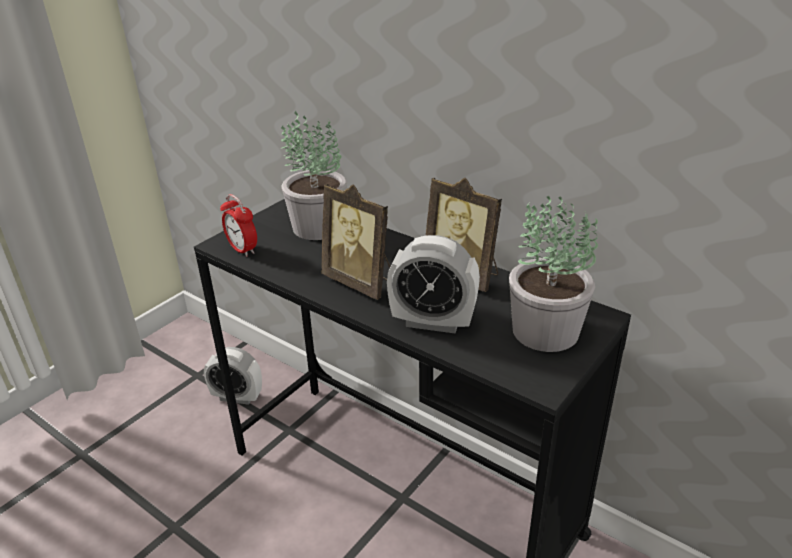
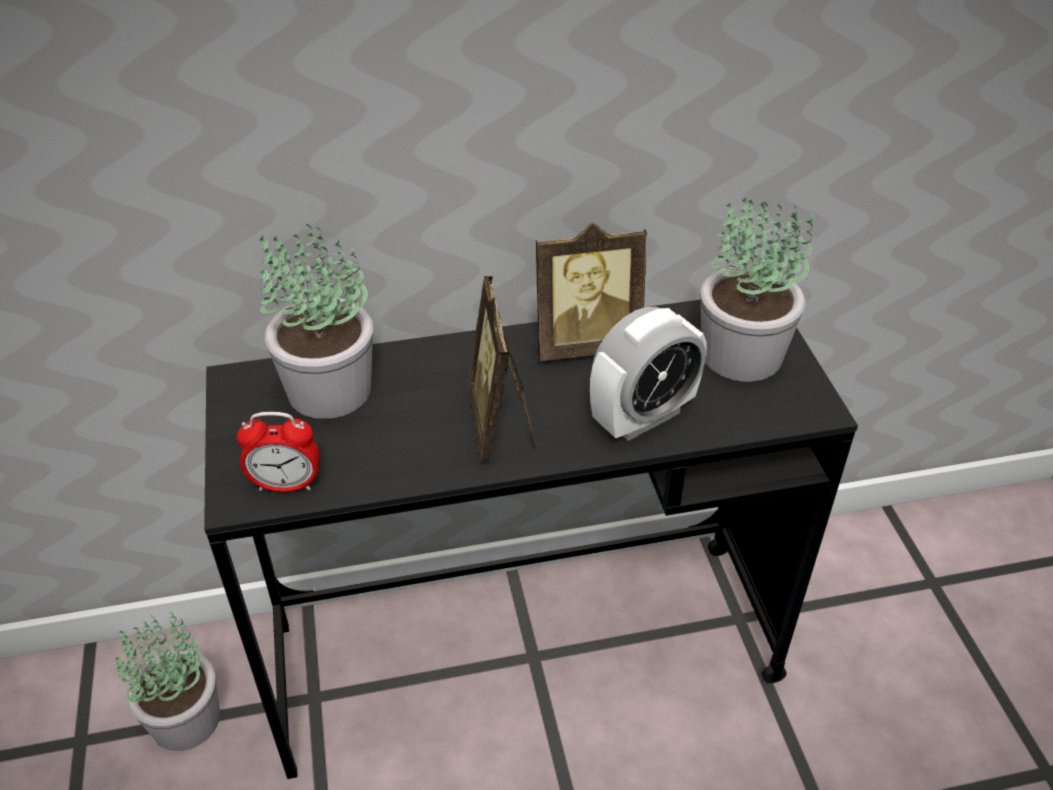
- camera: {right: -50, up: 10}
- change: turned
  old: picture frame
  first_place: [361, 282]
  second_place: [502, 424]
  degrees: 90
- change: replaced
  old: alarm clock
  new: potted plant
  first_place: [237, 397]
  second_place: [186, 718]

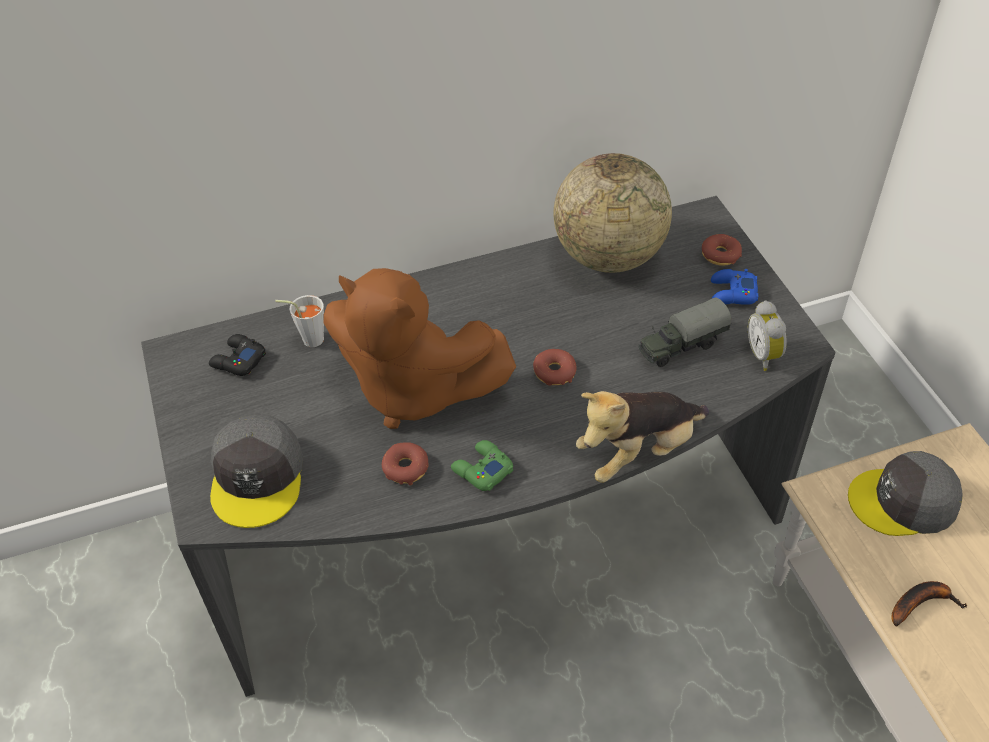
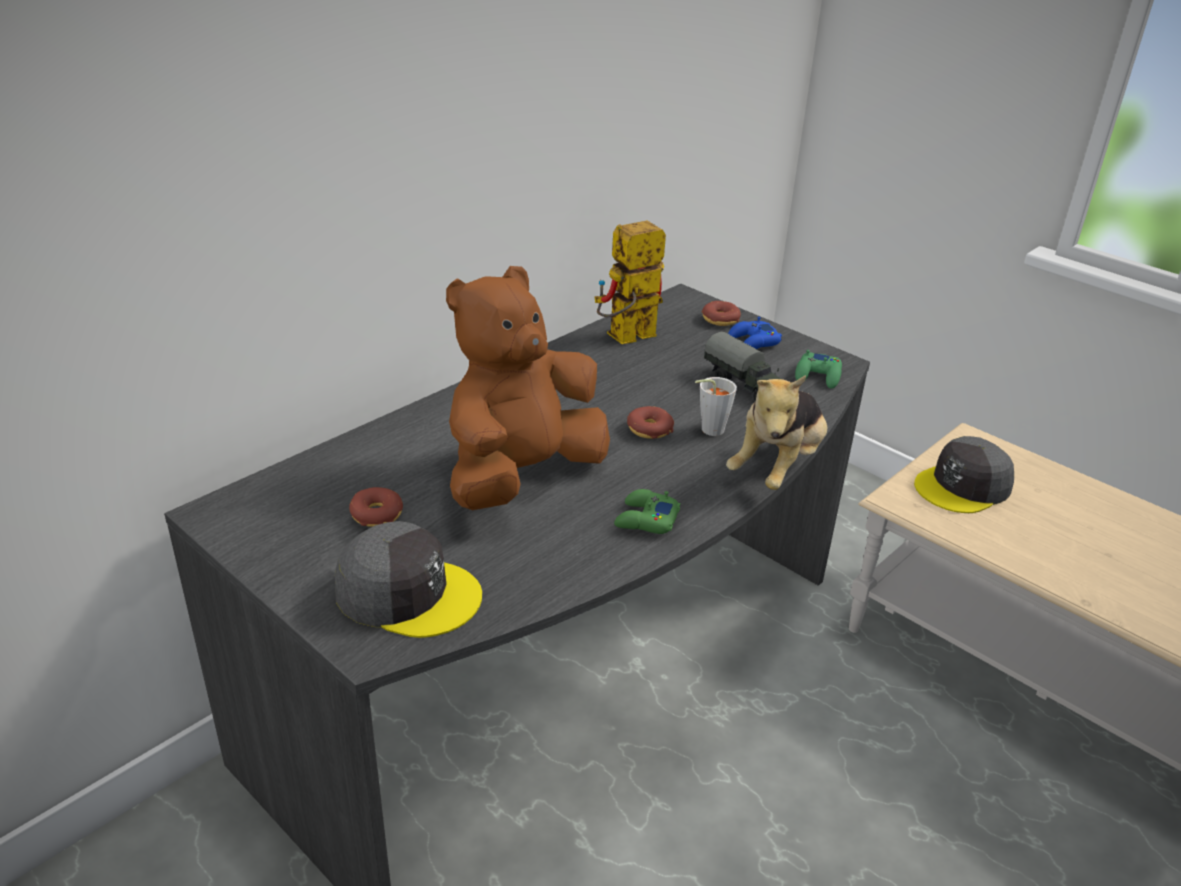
- camera: {right: -30, up: -15}
- change: replaced
  old: globe
  new: toy robot
  first_place: [608, 256]
  second_place: [625, 339]
- change: turned
  old: brown plush toy
  first_place: [413, 389]
  second_place: [521, 475]
  degrees: 135
- change: moved
  old: grey cup
  first_place: [308, 339]
  second_place: [707, 430]
- change: turned
  old: toy truck
  first_place: [681, 346]
  second_place: [744, 385]
  degrees: -75
- change: replaced
  old: alarm clock
  new: green game controller
  first_place: [764, 355]
  second_place: [818, 376]
- change: removed
  old: black game controller
  first_place: [238, 360]
- change: turned
  old: grey cap
  first_place: [258, 477]
  second_place: [408, 593]
  degrees: -45
- change: moved
  old: donut
  first_place: [406, 468]
  second_place: [376, 514]
- change: removed
  old: banana
  first_place: [921, 603]

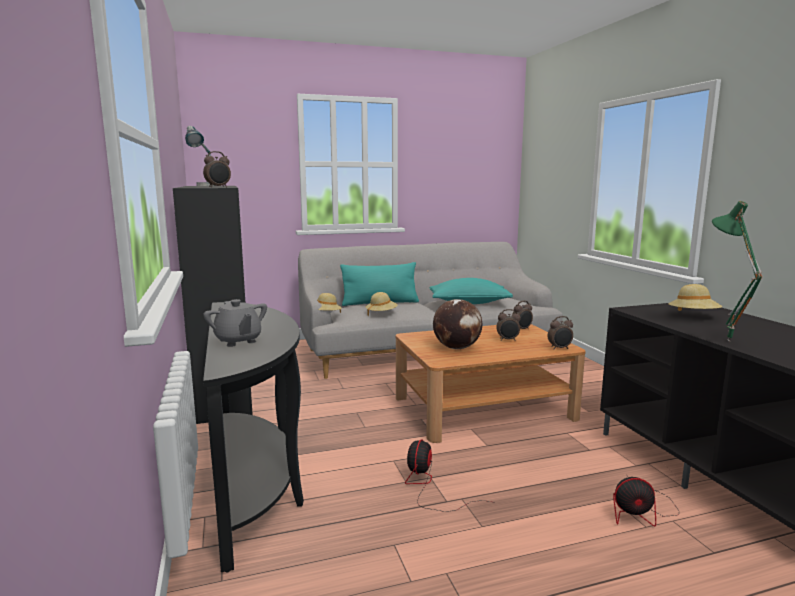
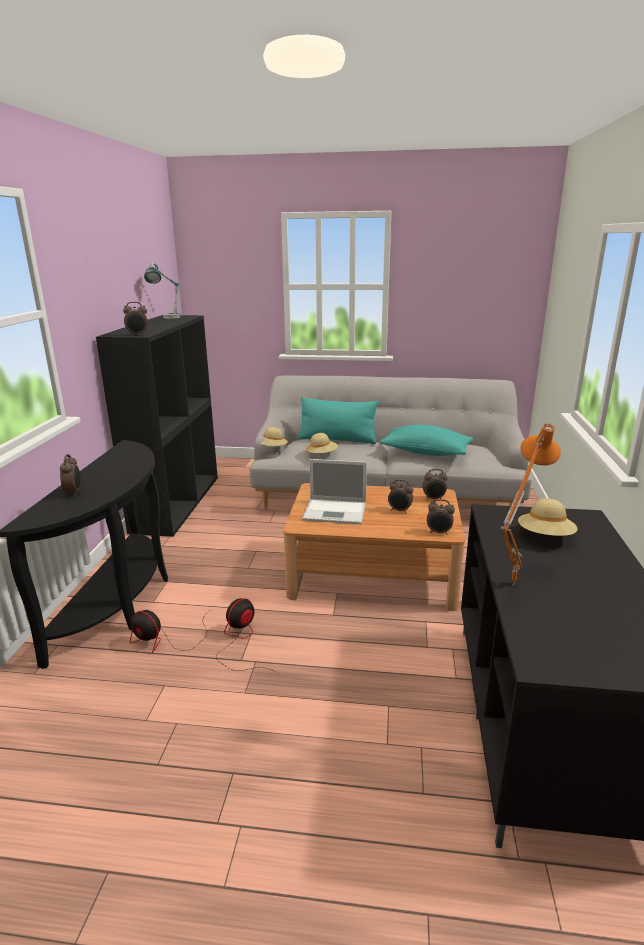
- camera: {right: 25, up: 10}
- change: recoloured
  old: green table lamp
  new: orange table lamp
  first_place: [725, 341]
  second_place: [510, 582]
- change: replaced
  old: grey teapot
  new: alarm clock
  first_place: [238, 341]
  second_place: [74, 492]
- change: replaced
  old: globe
  new: laptop
  first_place: [457, 348]
  second_place: [336, 511]
- change: moved
  old: fan
  first_place: [640, 511]
  second_place: [165, 640]

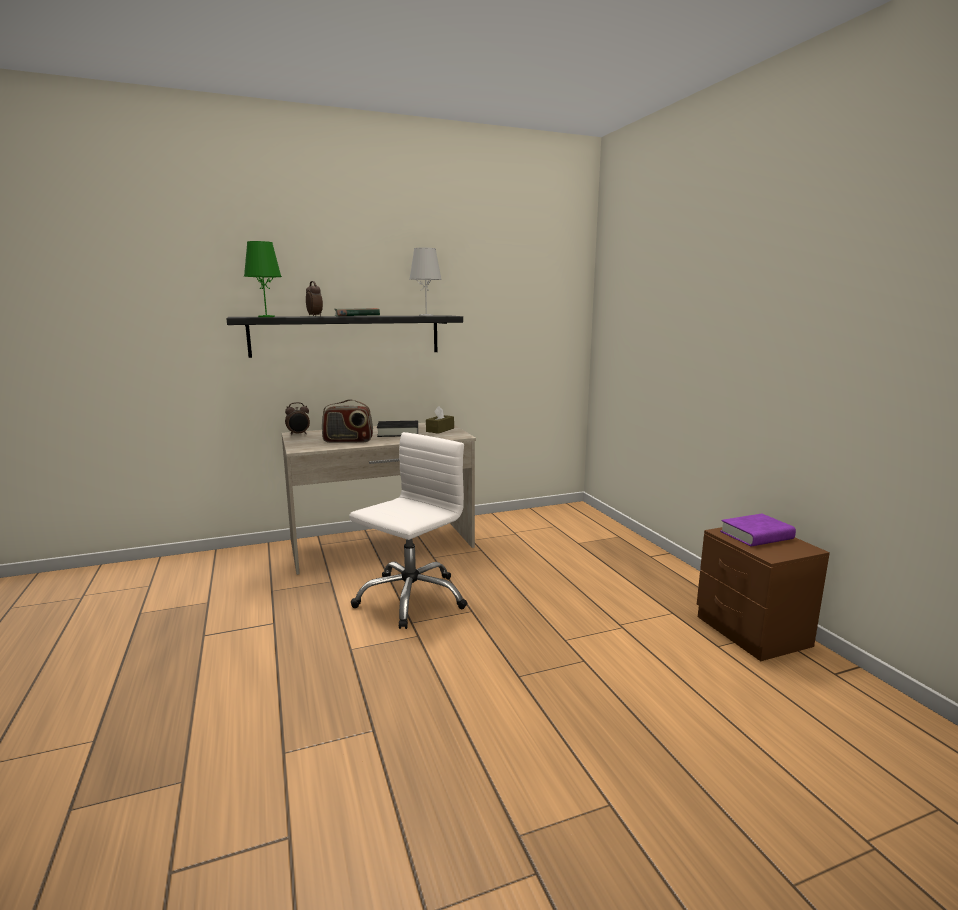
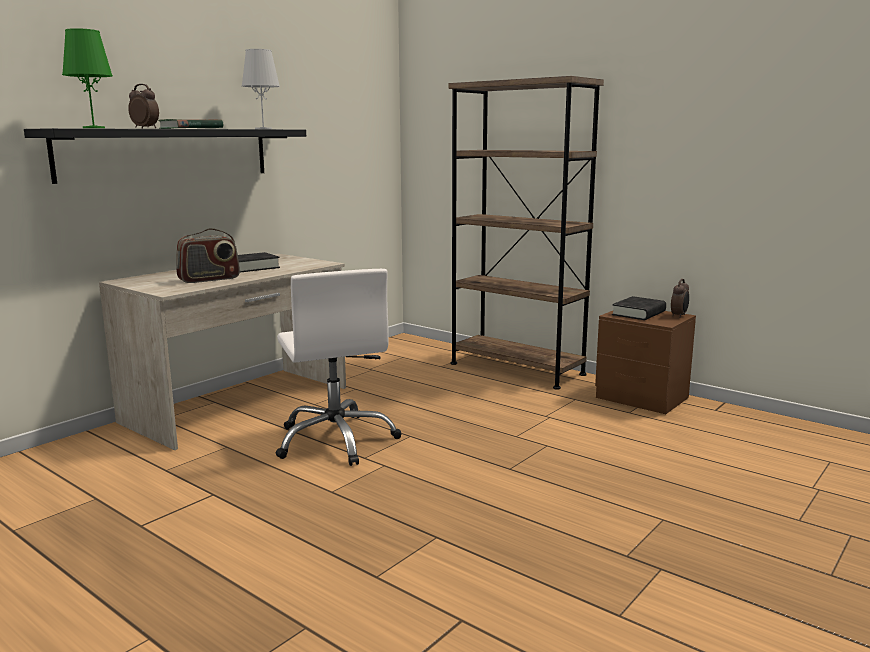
- camera: {right: -30, up: 0}
- change: moved
  old: alarm clock
  first_place: [298, 434]
  second_place: [679, 316]
- change: removed
  old: brown tissue box
  first_place: [440, 430]
- change: turned
  old: white office chair
  first_place: [410, 598]
  second_place: [336, 440]
  degrees: 150
- change: recoloured
  old: purple book
  new: black book
  first_place: [756, 535]
  second_place: [638, 313]
- change: added
  new: brown bookcase
  second_place: [516, 369]

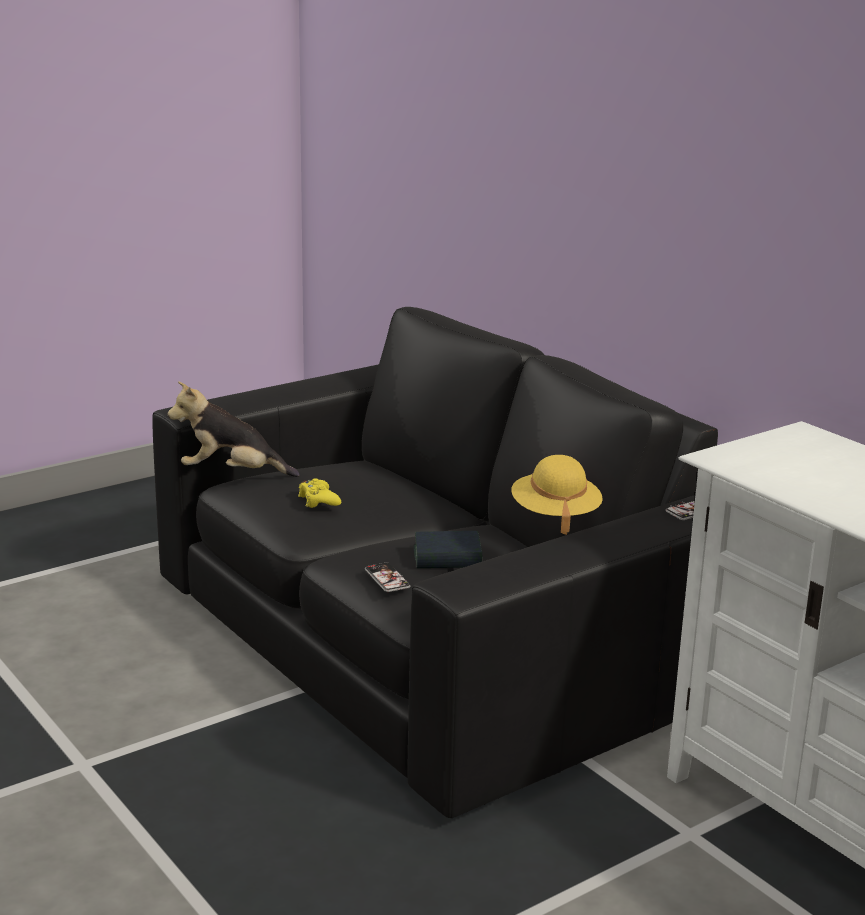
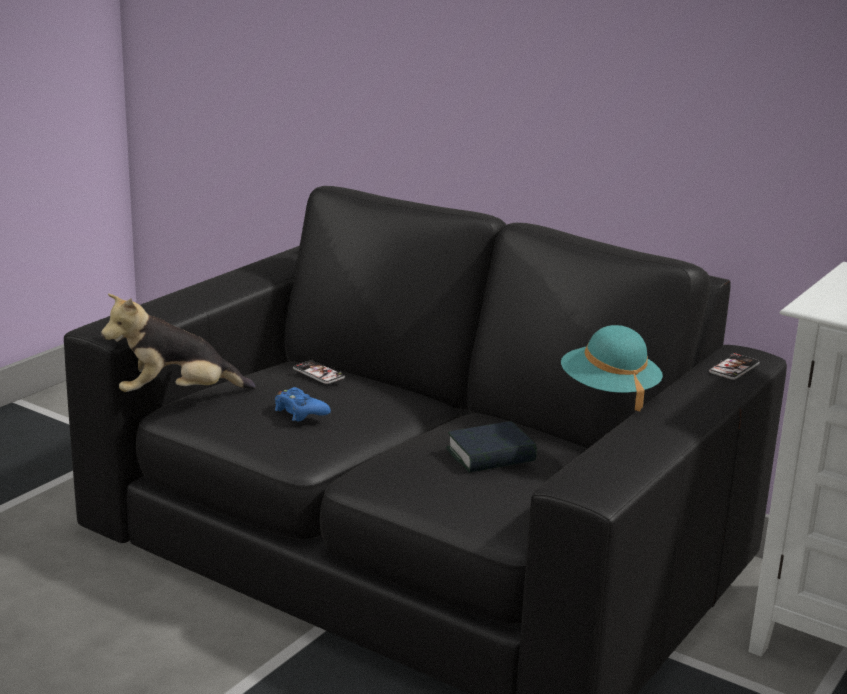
- camera: {right: -20, up: 0}
- change: recoloured
  old: yellow hat
  new: turquoise hat
  first_place: [555, 515]
  second_place: [608, 392]
- change: recoloured
  old: yellow game controller
  new: blue game controller
  first_place: [318, 500]
  second_place: [300, 412]
- change: moved
  old: phone
  first_place: [387, 578]
  second_place: [318, 373]

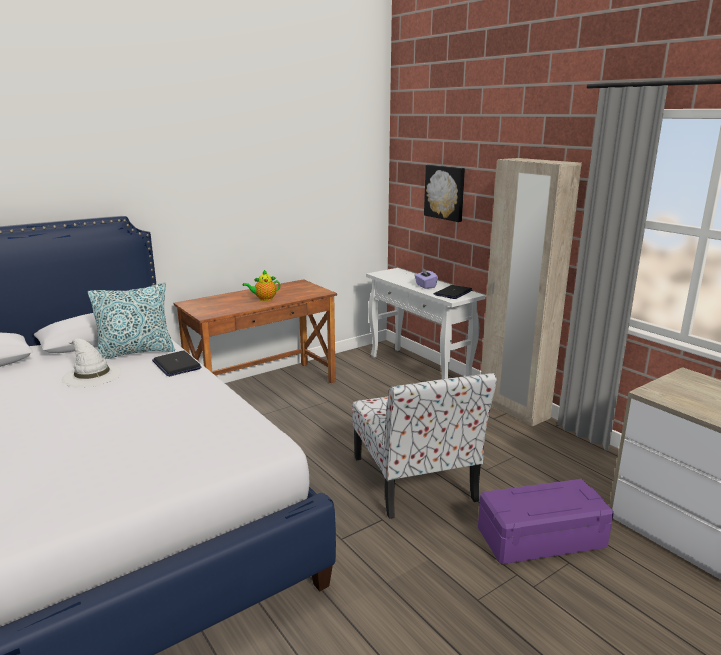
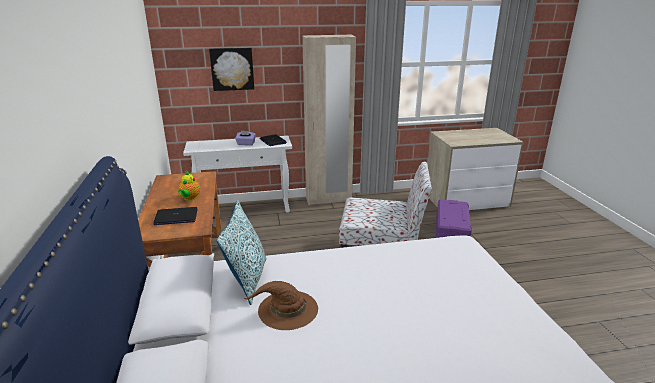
- camera: {right: -65, up: 5}
- change: recoloured
  old: white hat
  new: brown hat
  first_place: [91, 375]
  second_place: [287, 310]
- change: moved
  old: laptop
  first_place: [176, 364]
  second_place: [176, 217]

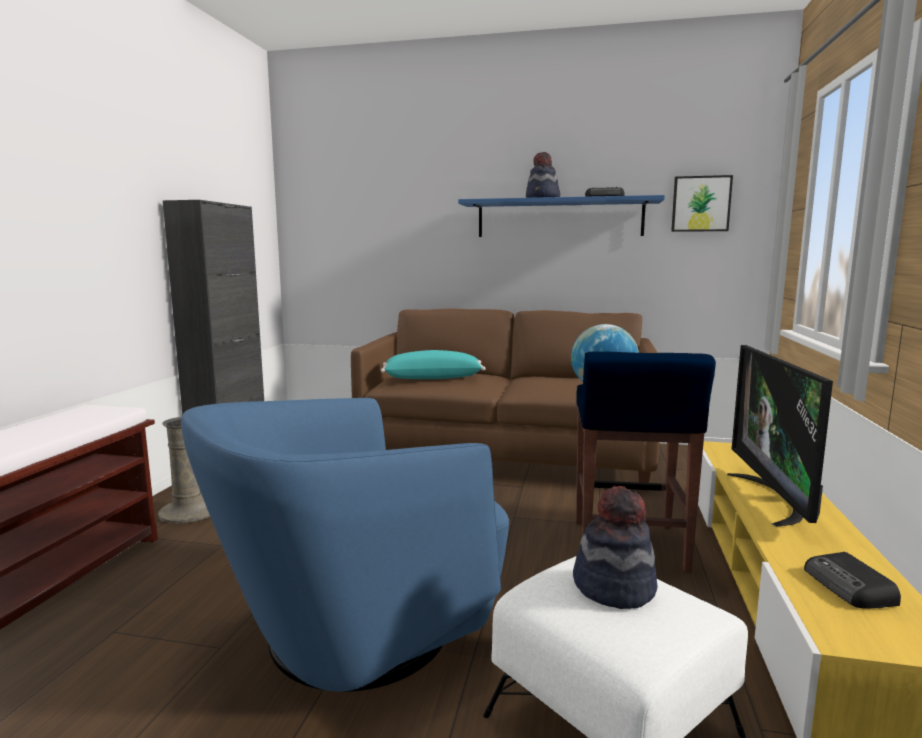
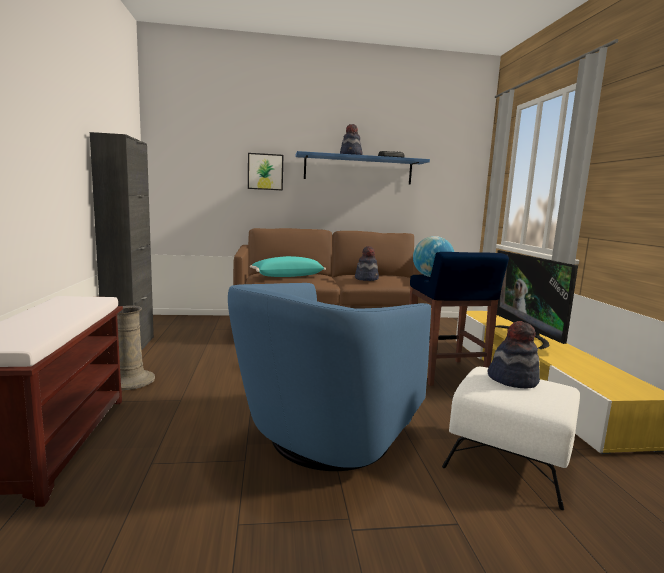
- camera: {right: -20, up: 0}
- change: moved
  old: picture
  first_place: [701, 204]
  second_place: [265, 172]
- change: removed
  old: radio
  first_place: [850, 587]
- change: added
  new: hat
  second_place: [366, 279]

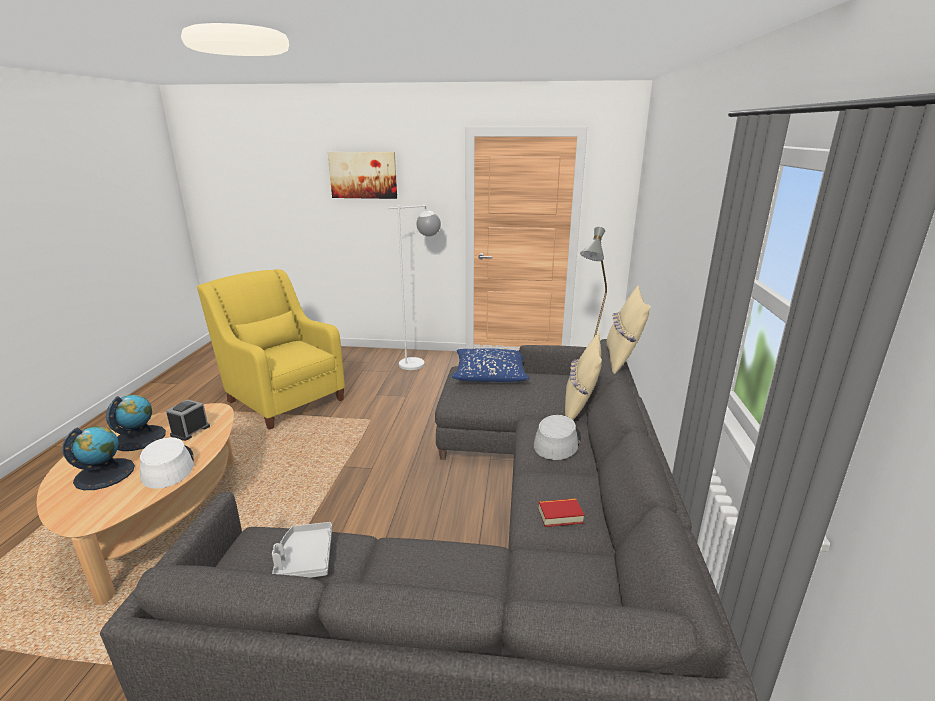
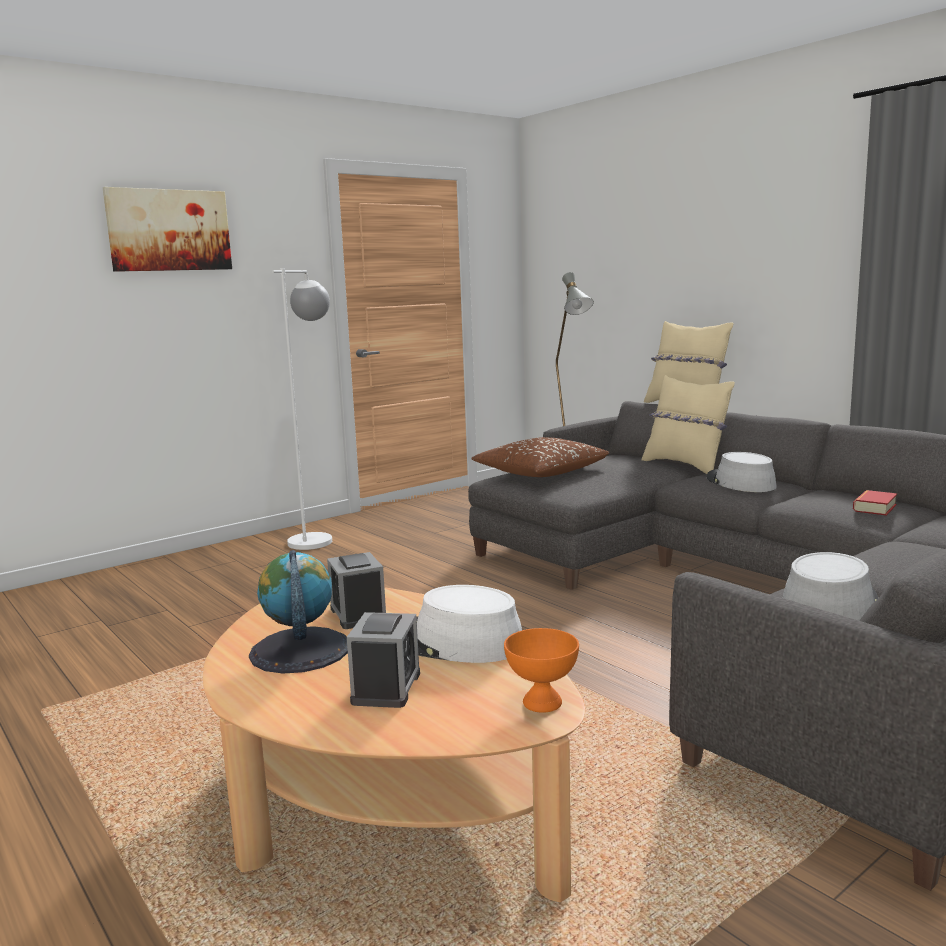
- camera: {right: -45, up: -10}
- change: removed
  old: yellow armchair
  first_place: [283, 398]
- change: recoloured
  old: blue pillow
  new: brown pillow
  first_place: [490, 374]
  second_place: [541, 473]
- change: replaced
  old: globe
  new: alarm clock
  first_place: [104, 474]
  second_place: [386, 688]
- change: replaced
  old: grey tray
  new: grey hat
  first_place: [305, 559]
  second_place: [829, 603]
- change: added
  new: orange bowl
  second_place: [542, 702]

